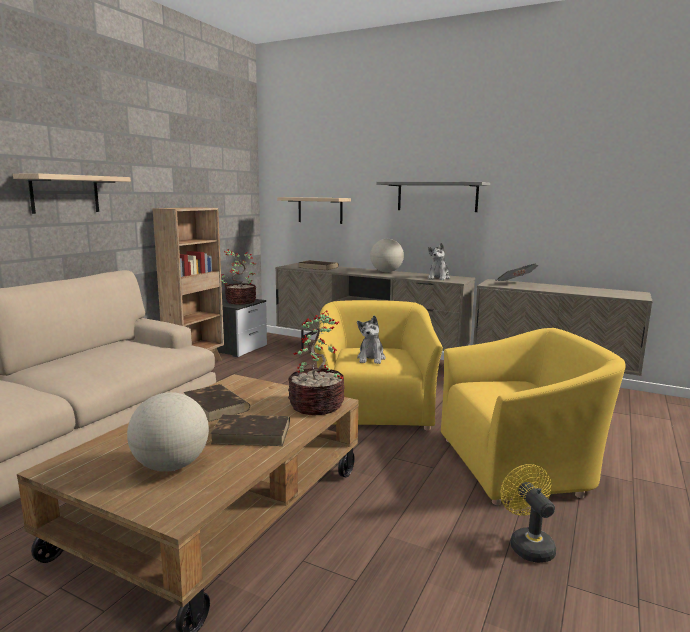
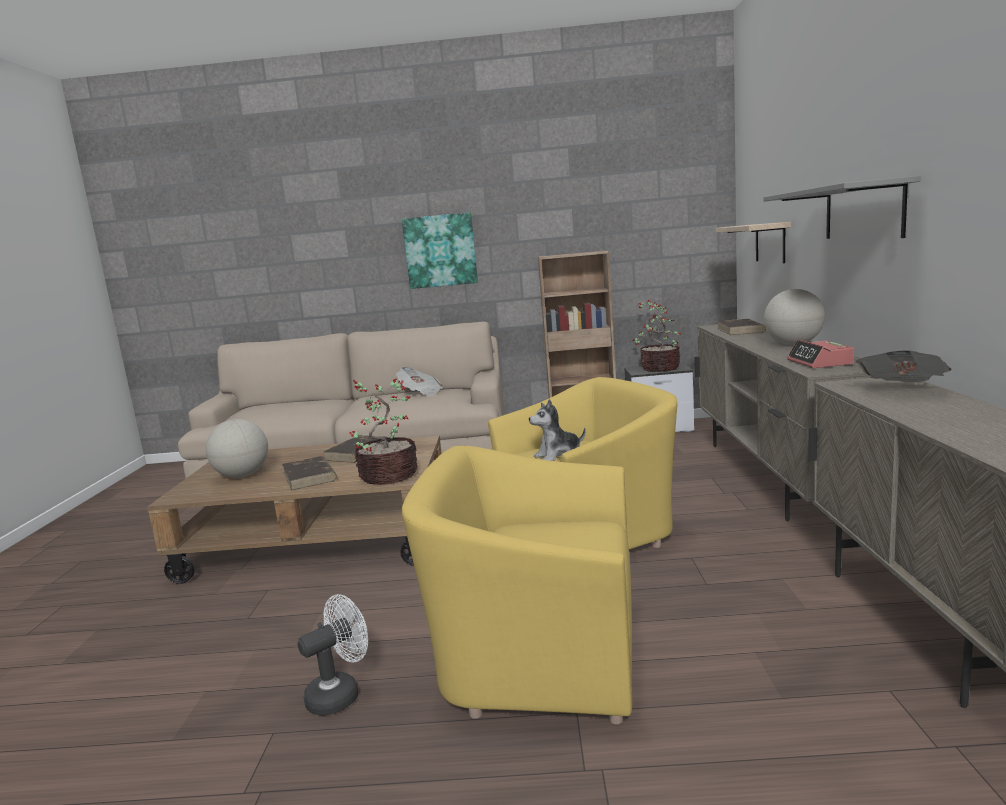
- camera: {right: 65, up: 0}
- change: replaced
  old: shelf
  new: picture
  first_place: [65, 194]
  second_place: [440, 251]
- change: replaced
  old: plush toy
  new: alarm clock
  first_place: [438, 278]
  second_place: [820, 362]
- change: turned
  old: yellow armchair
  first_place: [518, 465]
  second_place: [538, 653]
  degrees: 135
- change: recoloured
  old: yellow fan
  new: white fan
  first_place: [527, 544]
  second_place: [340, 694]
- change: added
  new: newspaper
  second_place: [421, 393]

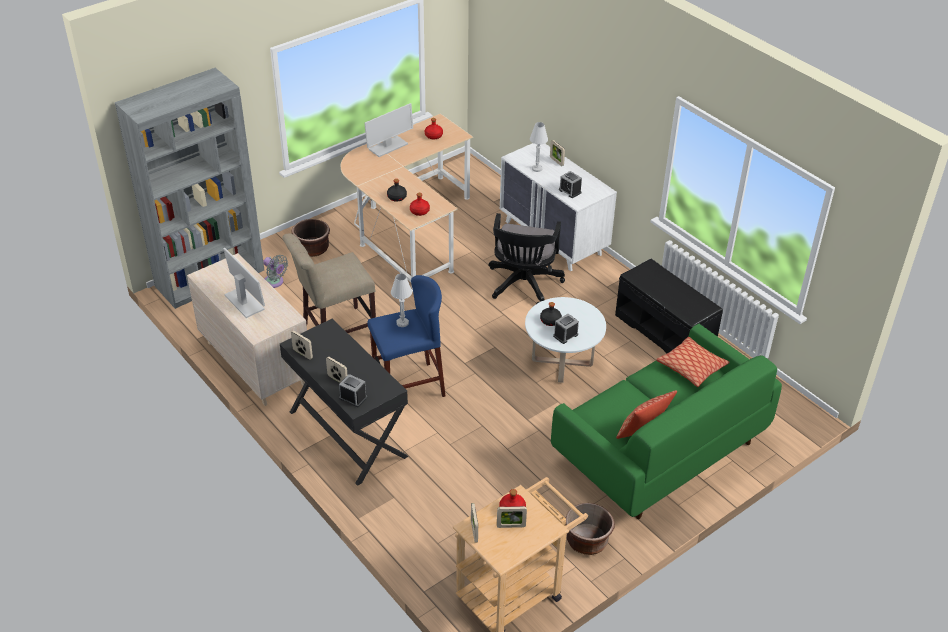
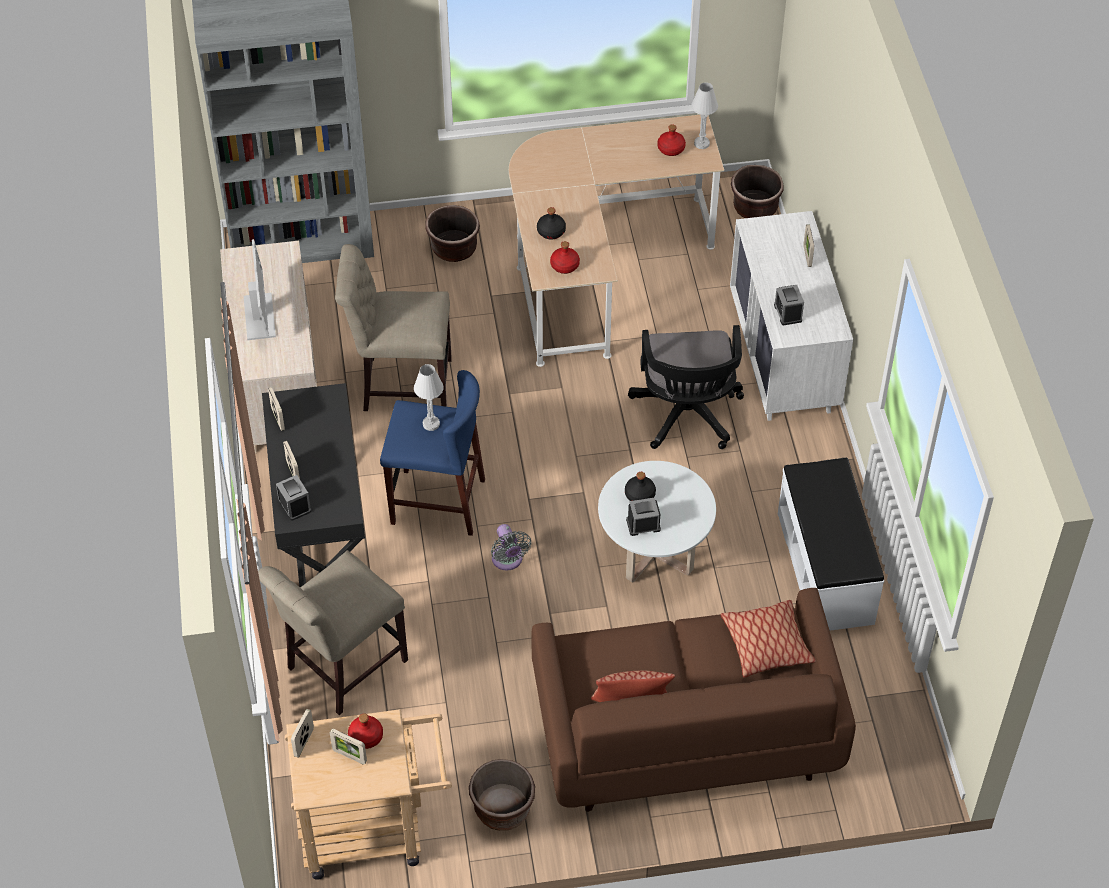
- camera: {right: 30, up: 10}
- change: removed
  old: monitor
  first_place: [388, 147]
- change: moved
  old: white table lamp
  first_place: [537, 168]
  second_place: [701, 143]
- change: turned
  old: black office chair
  first_place: [523, 285]
  second_place: [687, 416]
  degrees: -45
- change: moved
  old: grey fan
  first_place: [275, 282]
  second_place: [508, 560]
- change: recoloured
  old: black bench
  new: white bench
  first_place: [664, 332]
  second_place: [826, 567]
- change: recoloured
  old: green sofa
  new: brown sofa
  first_place: [659, 449]
  second_place: [685, 732]
- change: added
  new: brown planter
  second_place: [755, 208]
- change: added
  new: beige chair
  second_place: [341, 667]

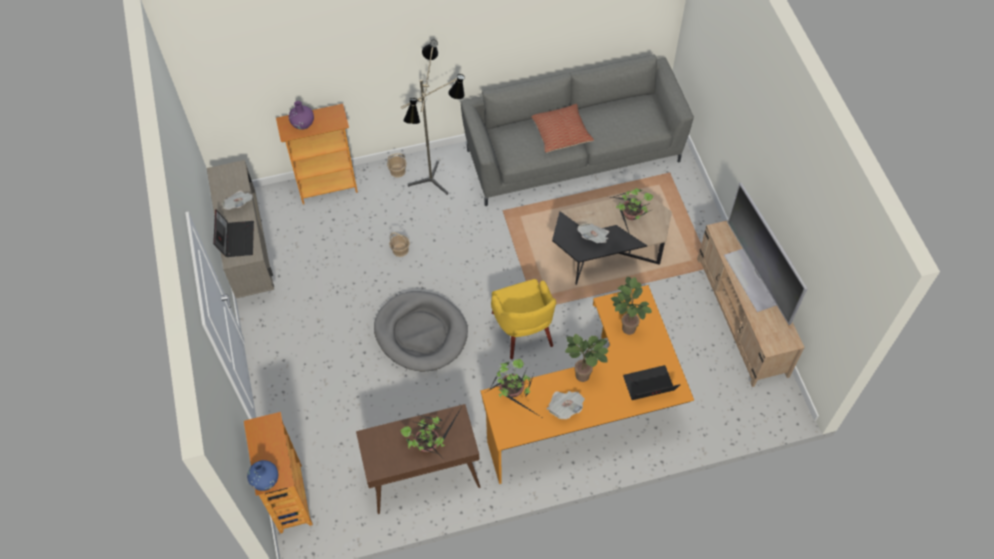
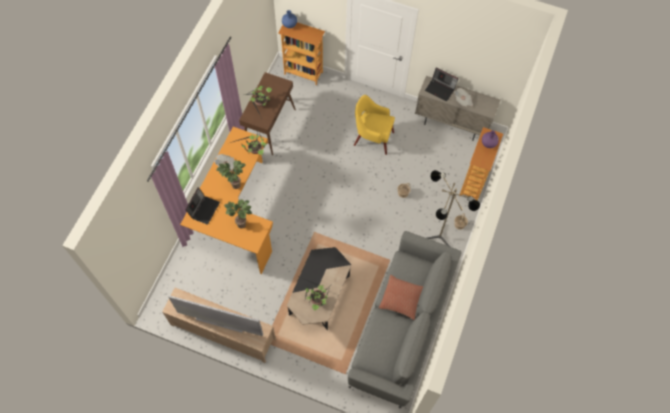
- camera: {right: 125, up: 5}
- change: removed
  old: newspaper
  first_place: [593, 237]
- change: moved
  old: yellow armchair
  first_place: [523, 331]
  second_place: [372, 138]
- change: removed
  old: grey dog bed
  first_place: [421, 333]

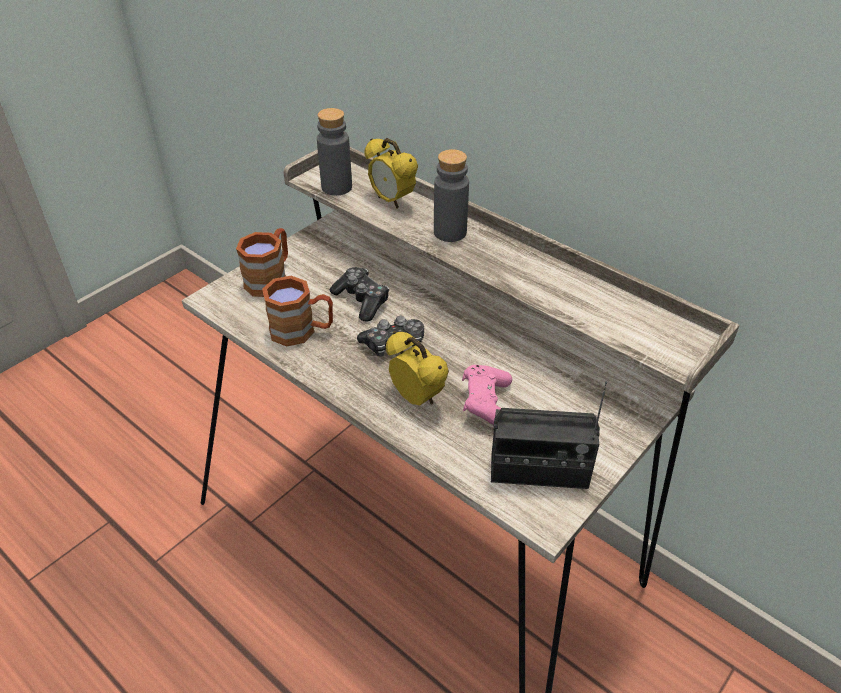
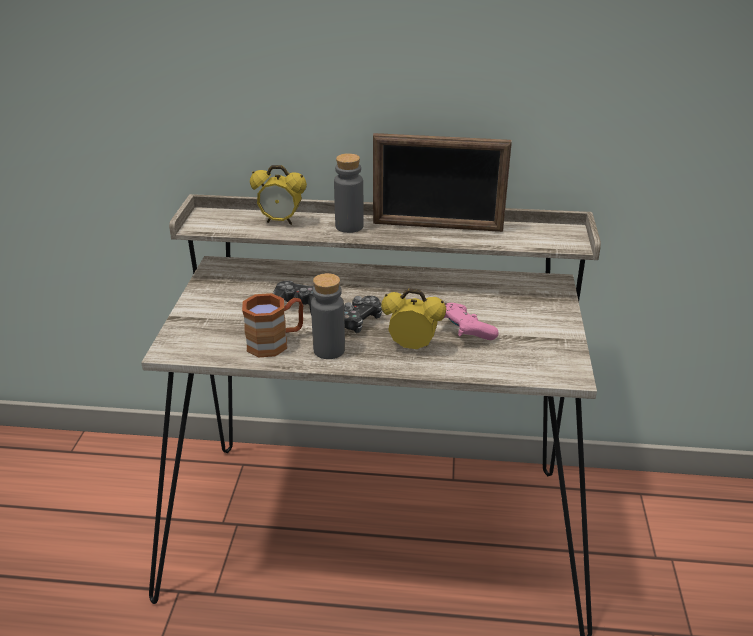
- camera: {right: -35, up: -10}
- change: moved
  old: grey bottle
  first_place: [336, 187]
  second_place: [329, 350]
- change: removed
  old: brown mug
  first_place: [271, 278]
- change: removed
  old: radio
  first_place: [539, 471]
- change: added
  new: picture frame
  second_place: [437, 227]

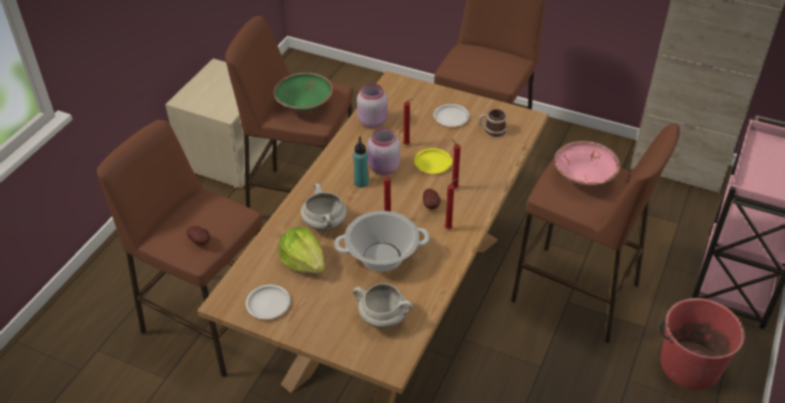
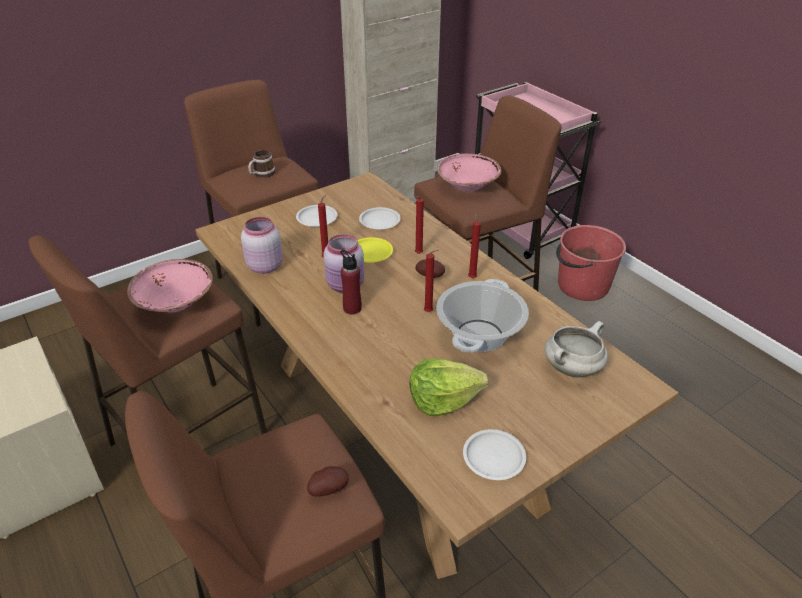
- camera: {right: -60, up: -5}
- change: recoloured
  old: green bowl
  new: pink bowl
  first_place: [305, 104]
  second_place: [175, 302]
- change: moved
  old: mug
  first_place: [491, 130]
  second_place: [261, 174]
- change: recoloured
  old: turquoise bottle
  new: red bottle
  first_place: [361, 182]
  second_place: [352, 308]
- change: removed
  old: white cooking pot
  first_place: [325, 224]
- change: added
  new: white plate
  second_place: [380, 221]

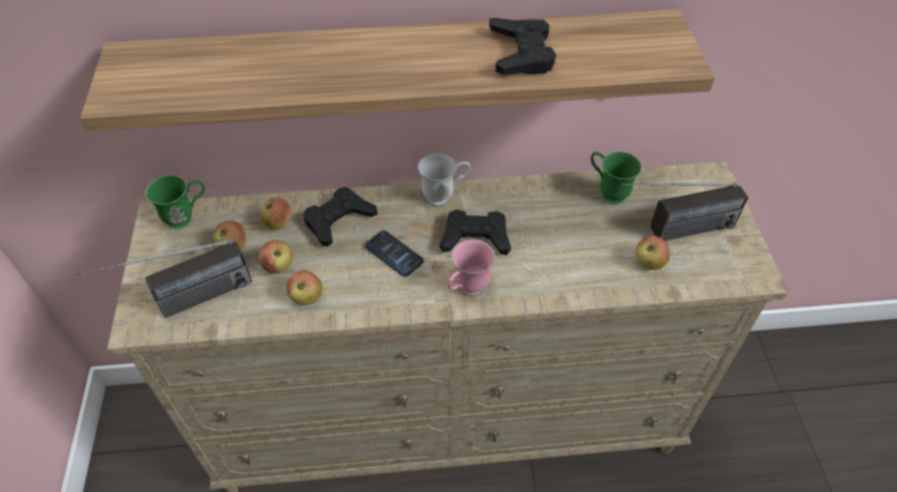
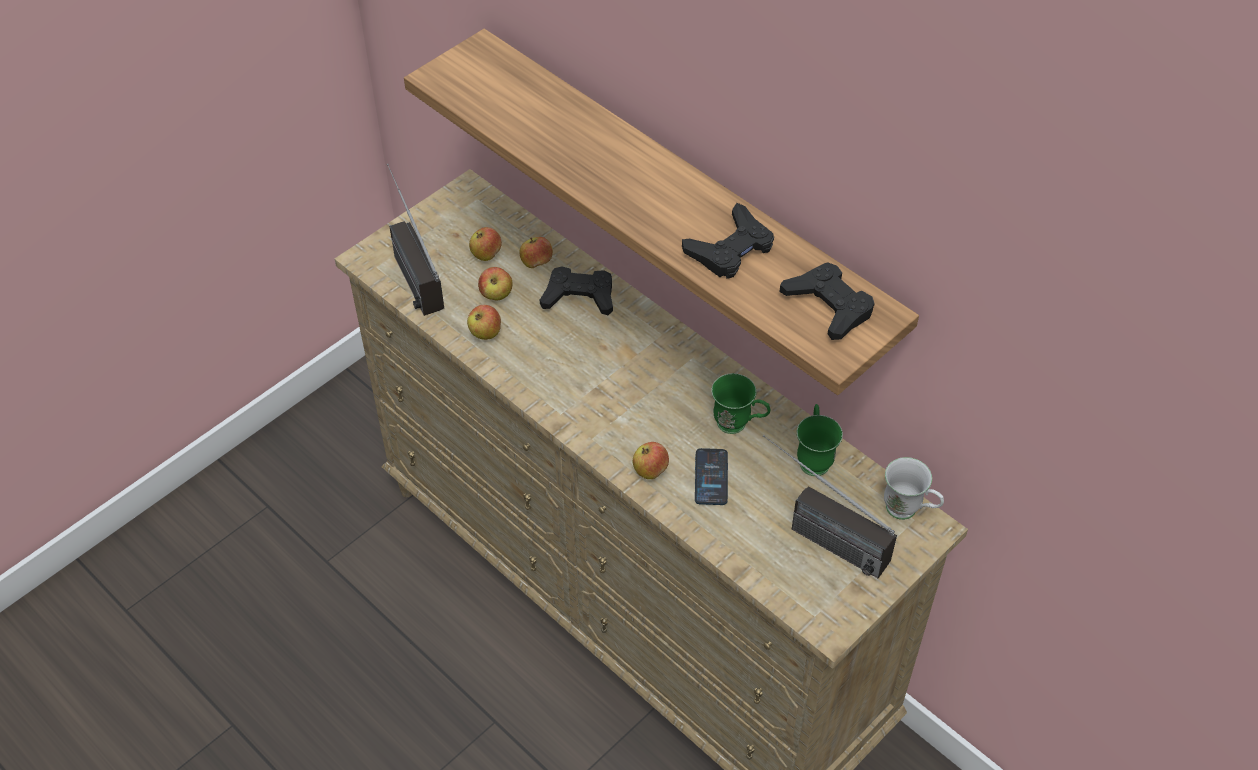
- camera: {right: 50, up: 0}
- change: moved
  old: white mug
  first_place: [444, 196]
  second_place: [908, 511]
- change: moved
  old: green mug
  first_place: [186, 218]
  second_place: [739, 425]
- change: moved
  old: black game controller
  first_place: [475, 237]
  second_place: [828, 306]
- change: moved
  old: phone
  first_place: [394, 254]
  second_place: [711, 477]
- change: moved
  old: apple
  first_place: [649, 262]
  second_place: [650, 470]
- change: removed
  old: pink mug
  first_place: [467, 290]
- change: turned
  old: radio
  first_place: [182, 303]
  second_place: [408, 267]
  degrees: 45

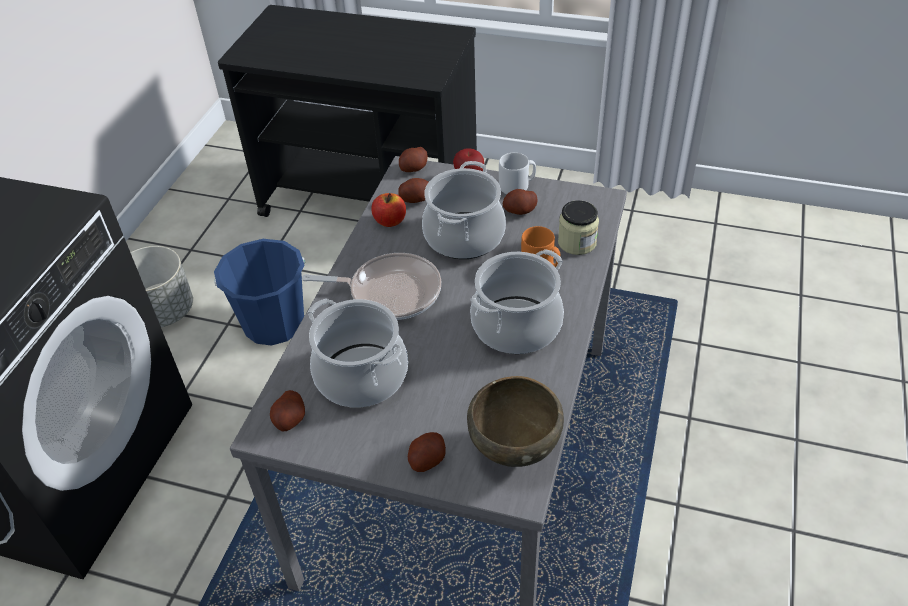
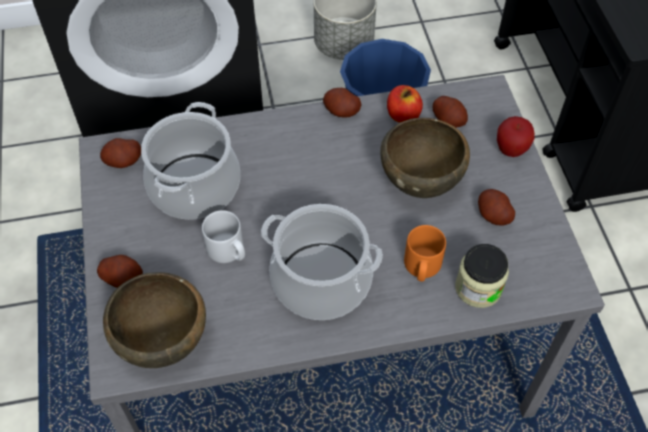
- camera: {right: 60, up: 10}
- change: moved
  old: potato
  first_place: [414, 168]
  second_place: [341, 111]
- change: moved
  old: grey mug
  first_place: [517, 186]
  second_place: [228, 251]
- change: replaced
  old: cooking pot
  new: brown bowl
  first_place: [463, 236]
  second_place: [421, 183]
- change: removed
  old: frying pan
  first_place: [390, 292]

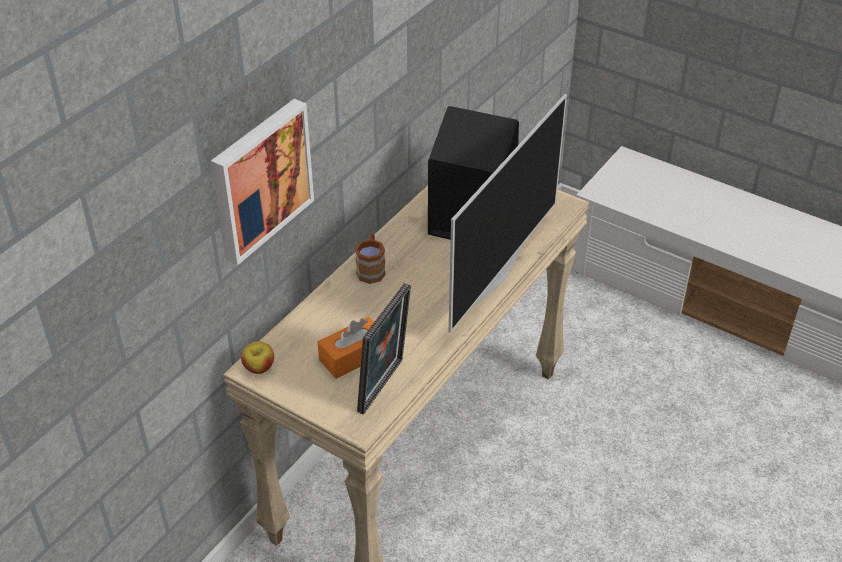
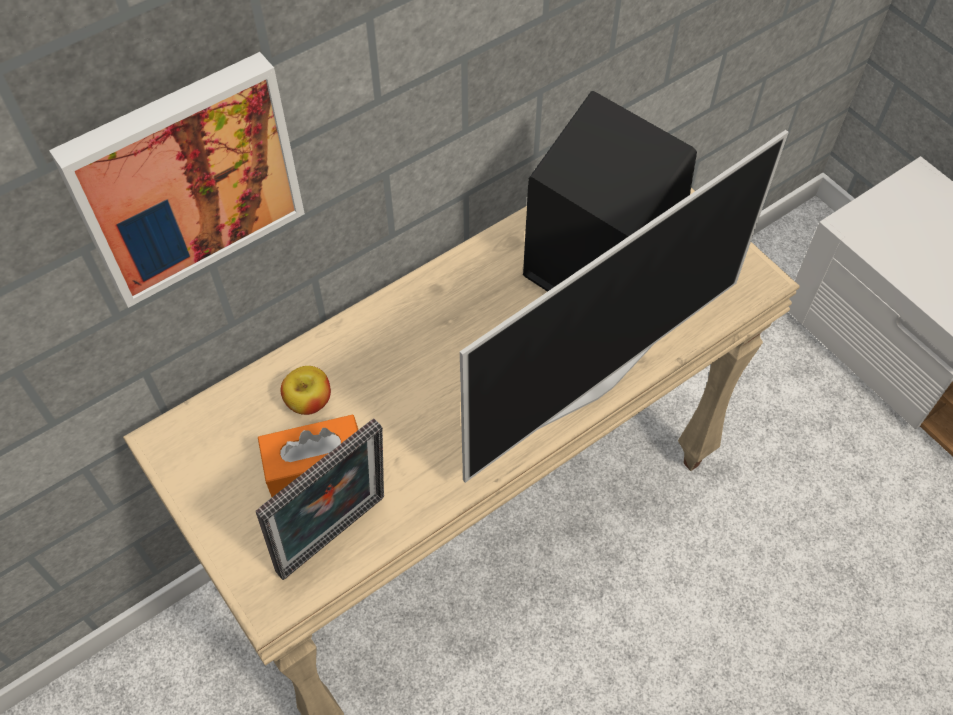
- camera: {right: 20, up: 15}
- change: removed
  old: brown mug
  first_place: [371, 269]
- change: moved
  old: apple
  first_place: [259, 367]
  second_place: [309, 401]

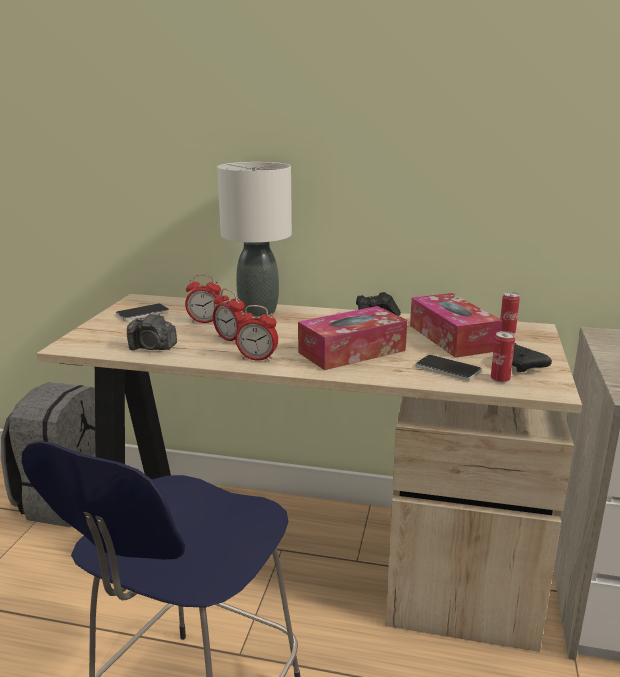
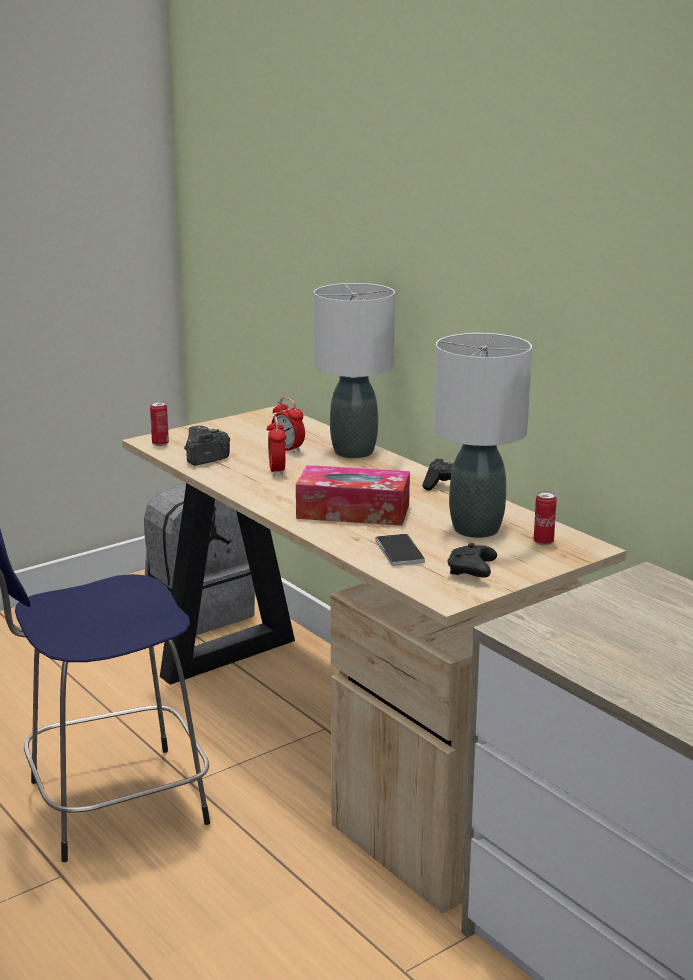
- camera: {right: 40, up: 0}
- change: replaced
  old: tissue box
  new: white table lamp
  first_place: [452, 337]
  second_place: [475, 529]
- change: removed
  old: phone
  first_place: [143, 314]
- change: removed
  old: alarm clock
  first_place: [257, 358]
- change: turned
  old: photo camera
  first_place: [152, 348]
  second_place: [205, 460]
  degrees: 90
- change: moved
  old: can
  first_place: [500, 379]
  second_place: [160, 444]

